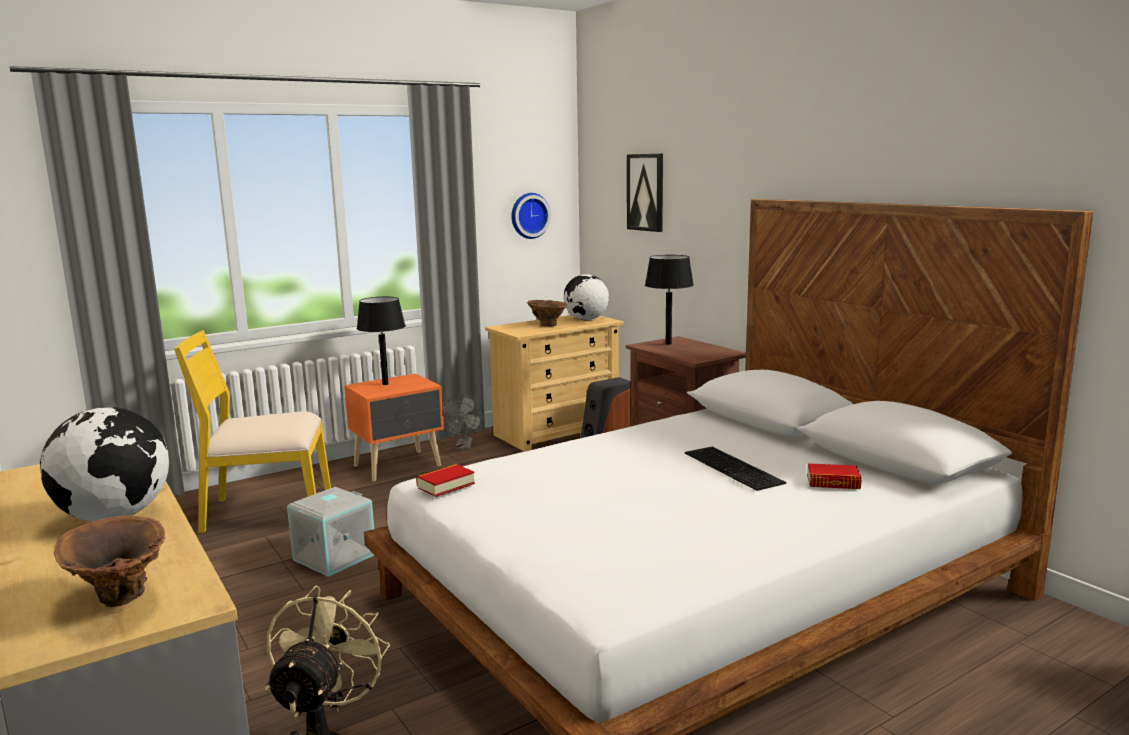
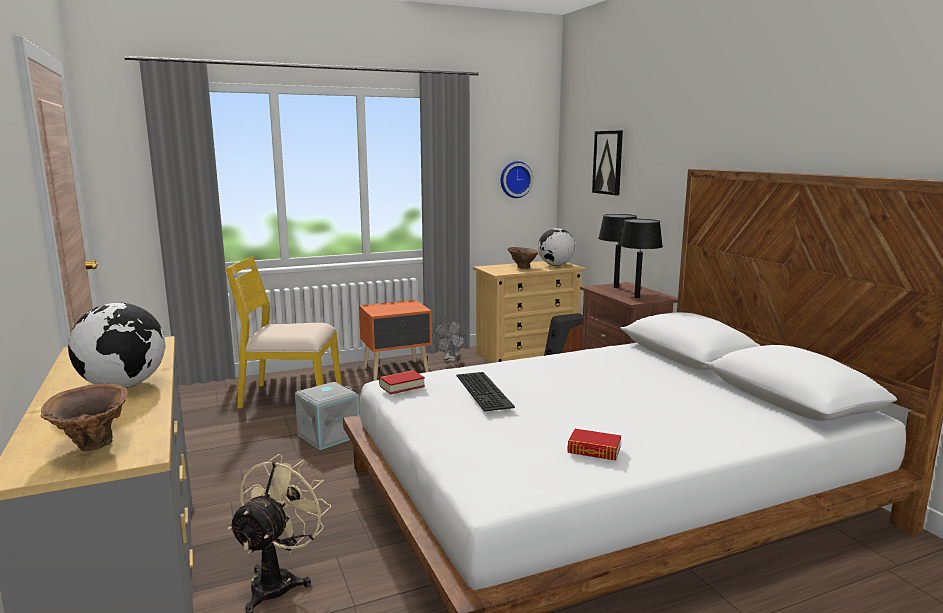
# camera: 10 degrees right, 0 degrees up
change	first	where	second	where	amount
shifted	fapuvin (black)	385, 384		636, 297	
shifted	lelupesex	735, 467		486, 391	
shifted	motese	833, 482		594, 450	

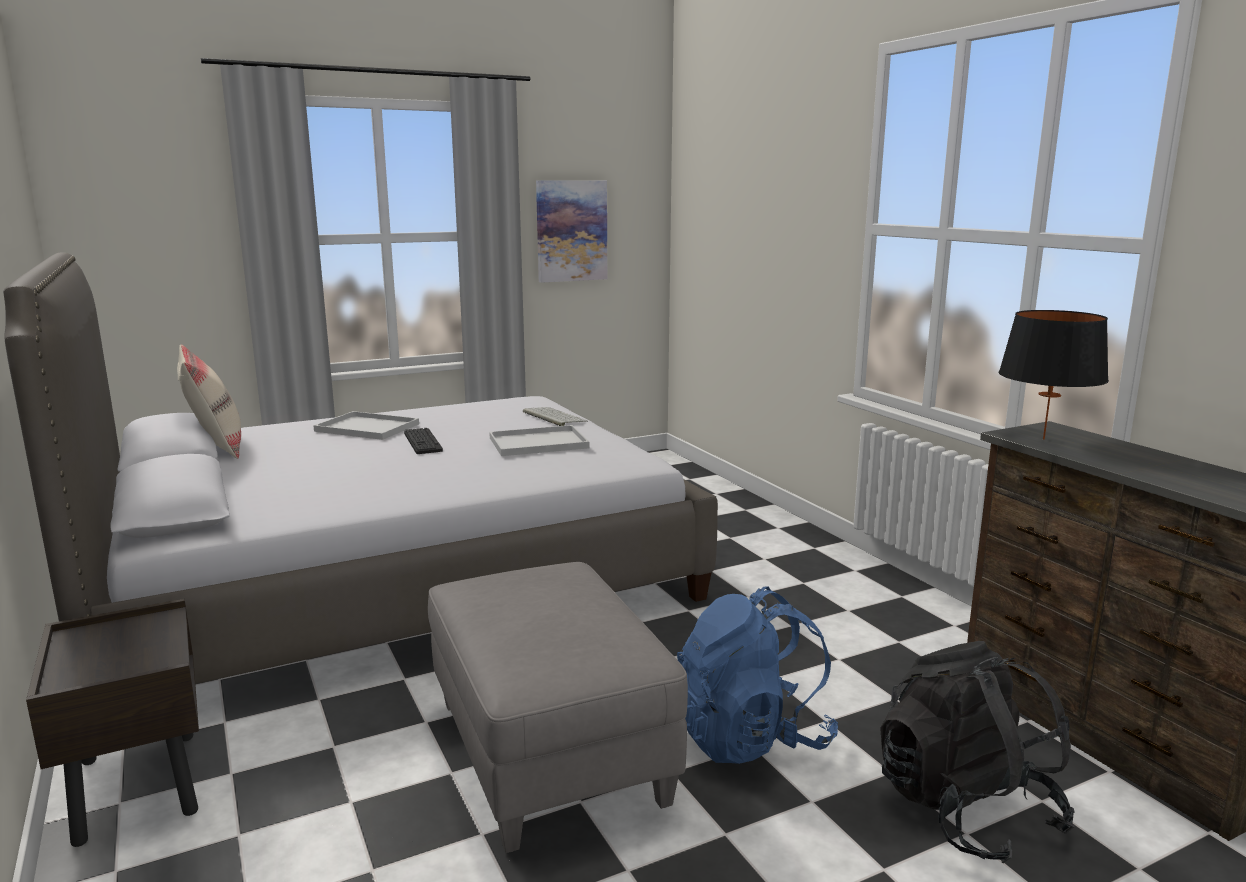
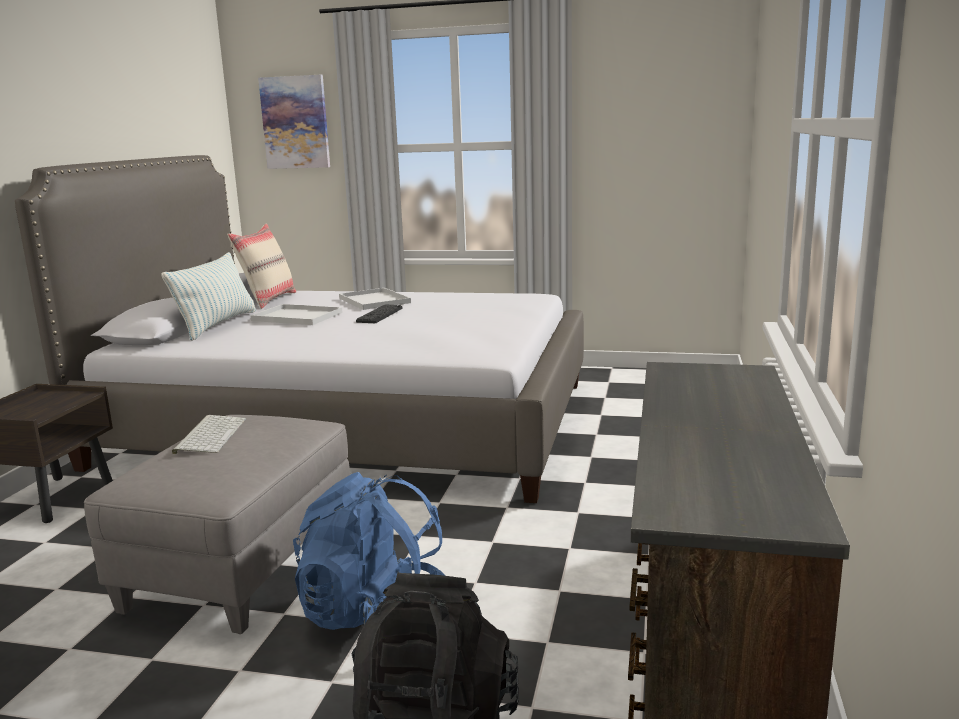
# camera: 40 degrees right, 0 degrees up
change	first	where	second	where	amount
gone	fapuvin (black)	1044, 439			
new			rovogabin	217, 325	
shifted	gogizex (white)	536, 443		295, 316	
shifted	lelupesex	553, 417		209, 435	
shifted	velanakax	571, 231		295, 122	

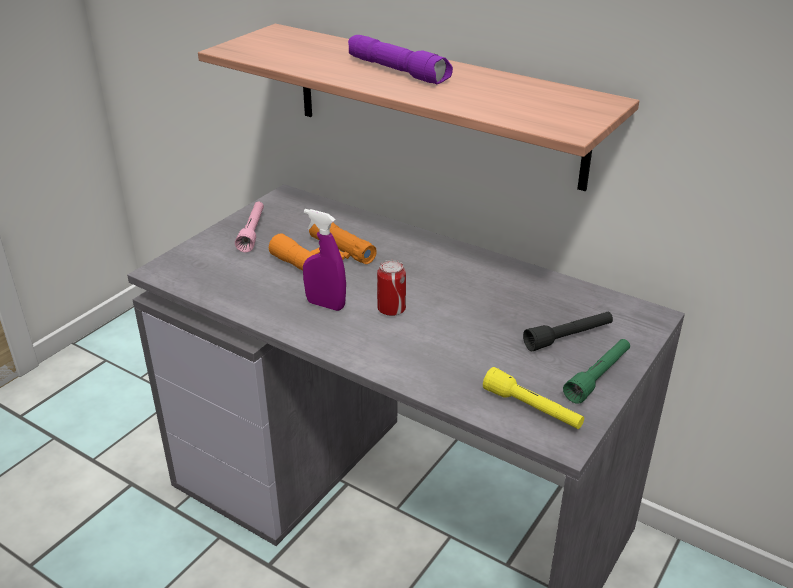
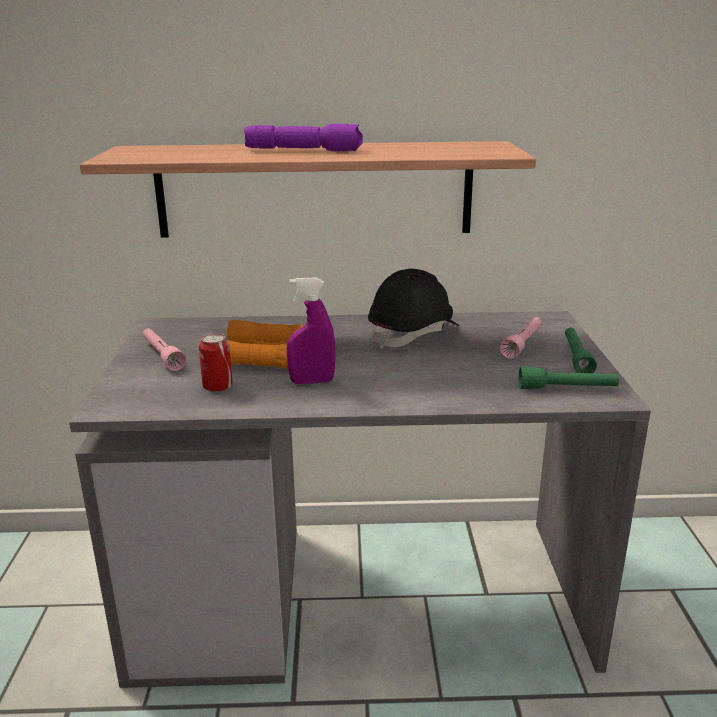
# camera: 35 degrees left, 10 degrees down
change	first	where	second	where	amount
new			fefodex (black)	414, 334	
shifted	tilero	391, 309		217, 387	
repainted	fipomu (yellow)	532, 409	fipomu (green)	567, 389	
repainted	fipomu (black)	568, 337	fipomu (pink)	523, 344	

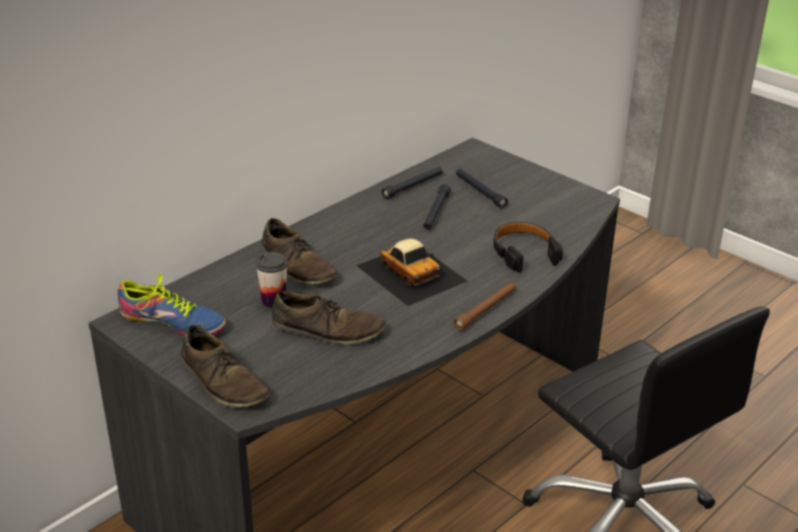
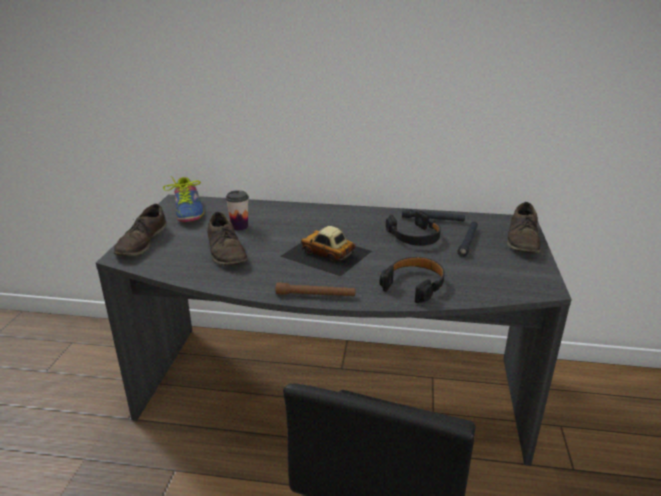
# camera: 55 degrees right, 5 degrees down
change	first	where	second	where	amount
shifted	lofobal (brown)	298, 266		523, 240	
swapped	fipomu (black)	436, 212	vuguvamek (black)	414, 236	
rotated	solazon	411, 272		326, 254	105 degrees clockwise

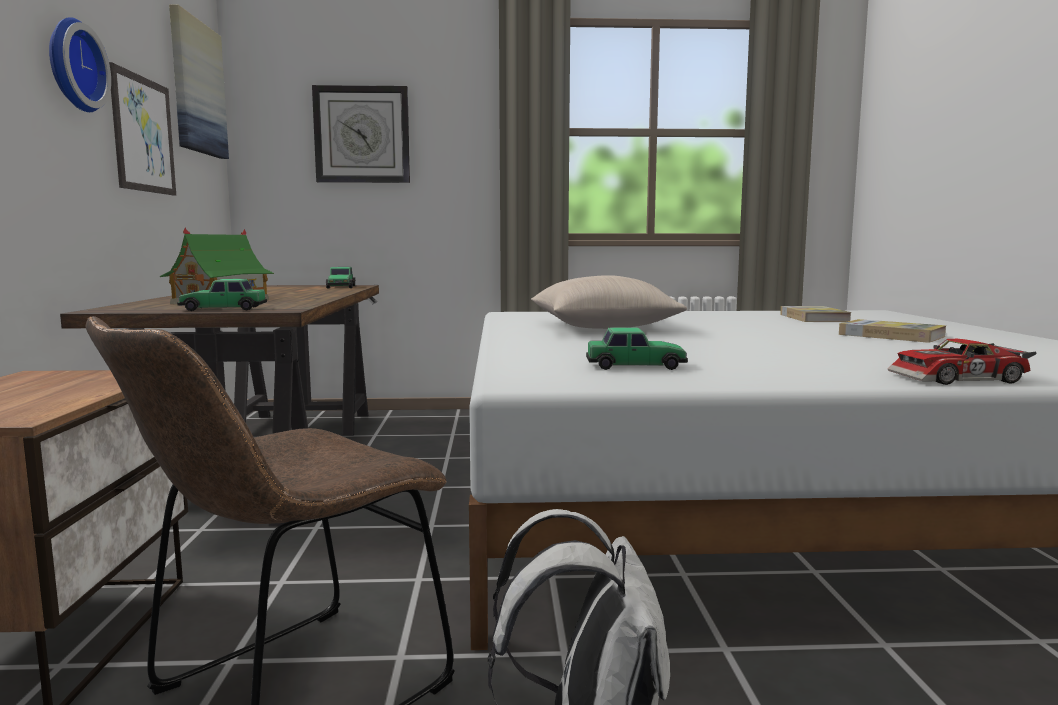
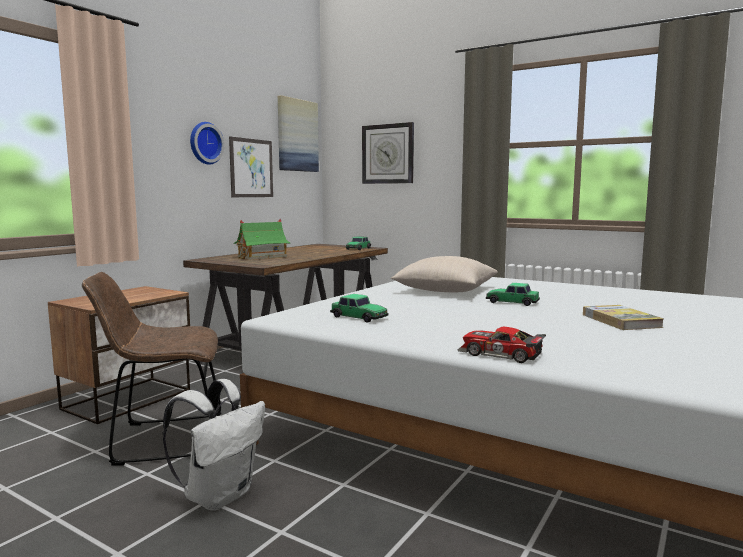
# camera: 35 degrees right, 0 degrees up
change	first	where	second	where	amount
gone	motese	813, 318			
shifted	solazon	223, 309		512, 302	

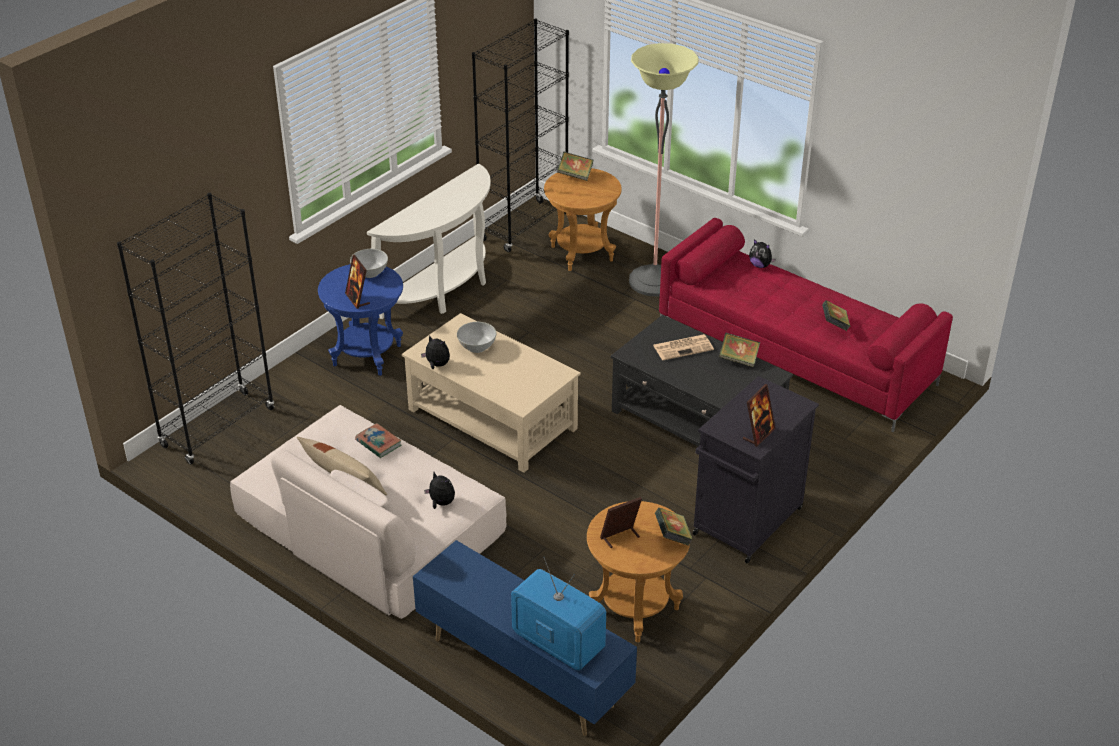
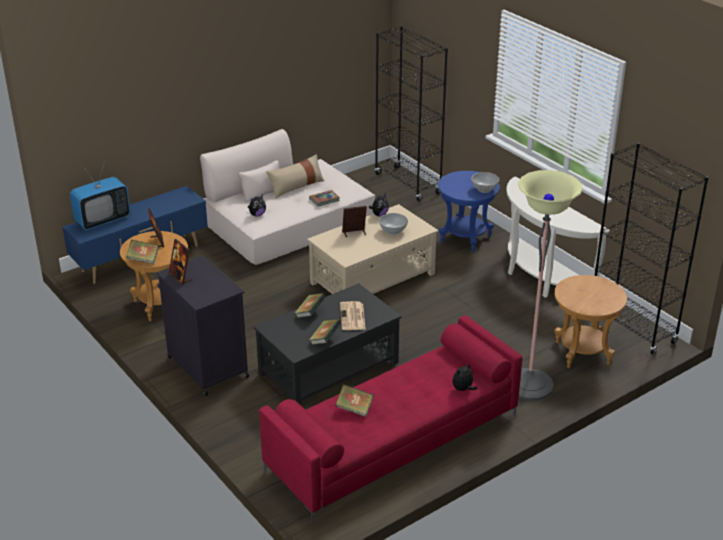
# camera: 105 degrees right, 5 degrees down
change	first	where	second	where	amount
shifted	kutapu	357, 299		354, 233	
shifted	motese	575, 175		310, 313	

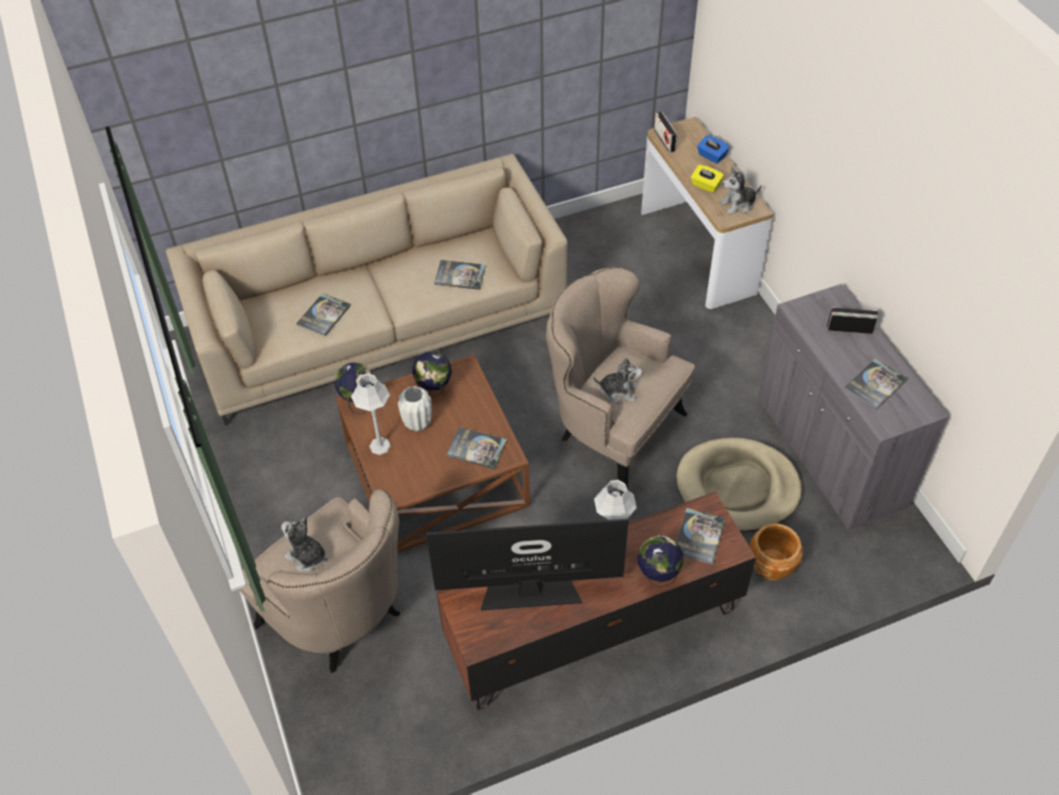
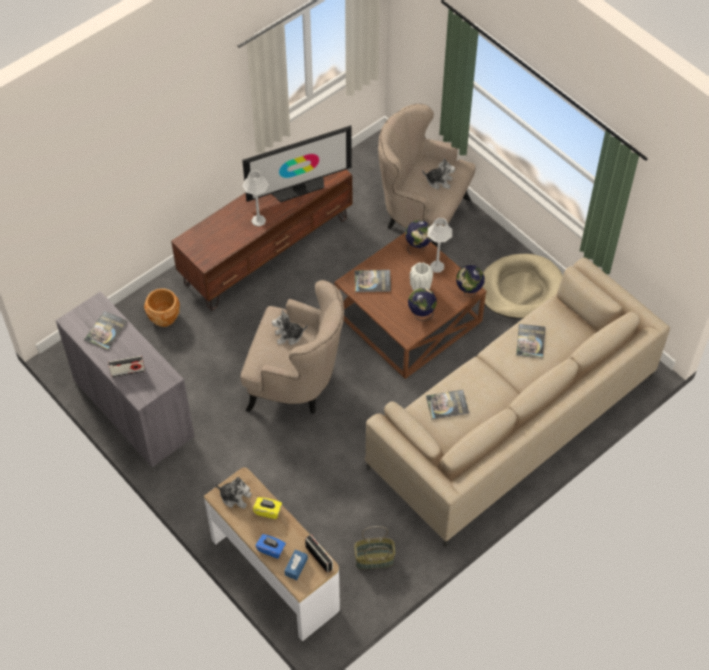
# camera: 160 degrees right, 5 degrees up
change	first	where	second	where	amount
gone	motese	699, 536			
new			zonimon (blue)	296, 567	
new			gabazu	374, 559	
shifted	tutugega	657, 576		418, 247	
shifted	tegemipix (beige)	737, 488		520, 289	
rotated	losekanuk	738, 205		235, 497	60 degrees clockwise

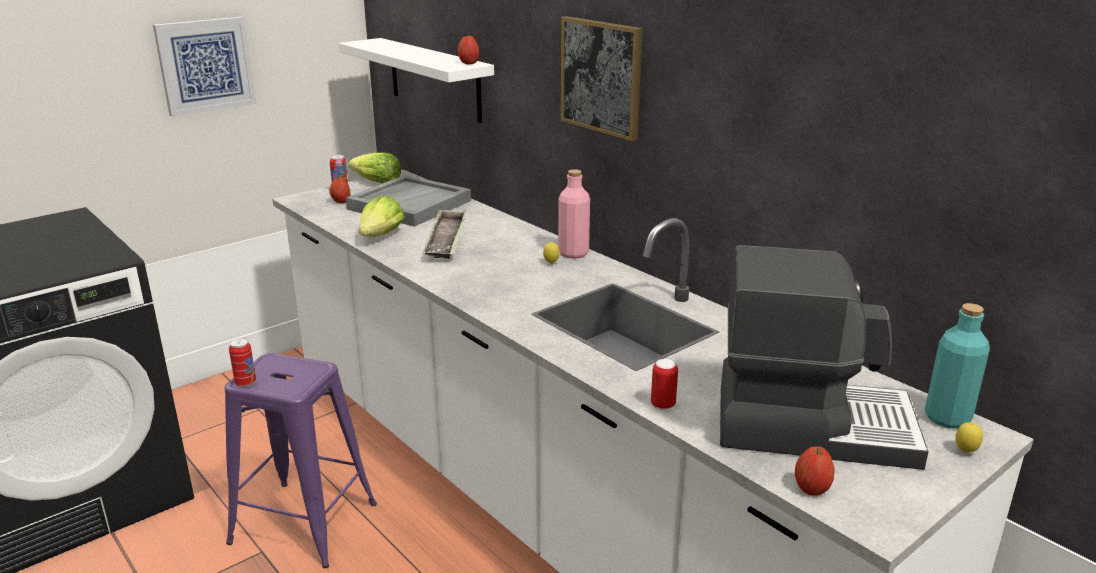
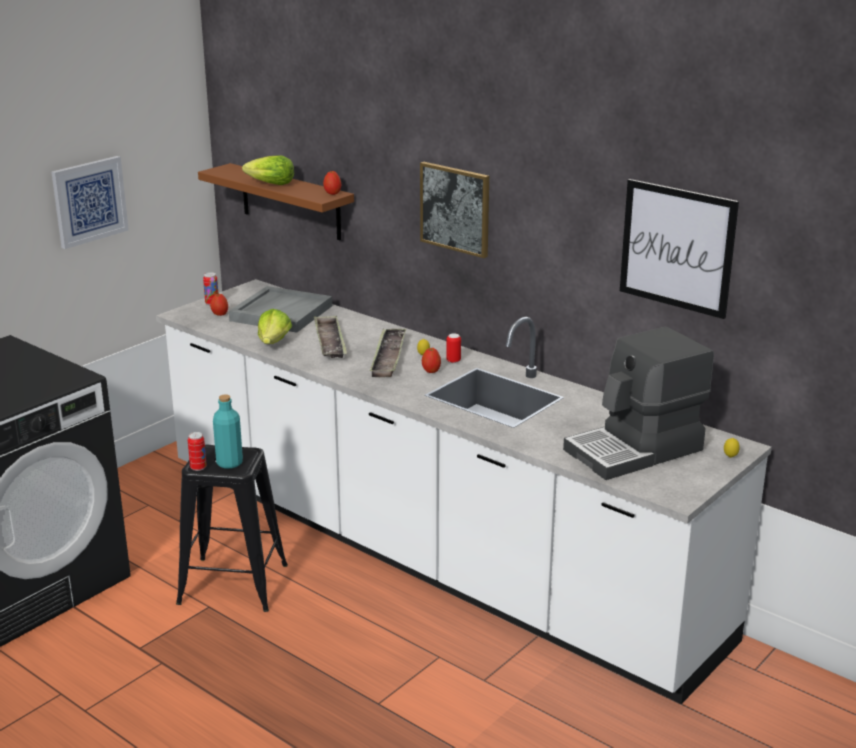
# camera: 10 degrees left, 0 degrees up
change	first	where	second	where	amount
gone	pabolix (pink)	573, 253			
new			gogizex	388, 357	
new			velanakax	677, 247	
shifted	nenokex	376, 182		270, 184	
shifted	tilero	663, 405		453, 361	
shifted	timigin	812, 488		431, 370	
shifted	pabolix (turquoise)	947, 418		229, 463	
repainted	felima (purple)	302, 523	felima (black)	232, 584	
repainted	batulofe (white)	434, 79	batulofe (brown)	290, 202	
rotated	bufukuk	812, 425		636, 450	150 degrees clockwise

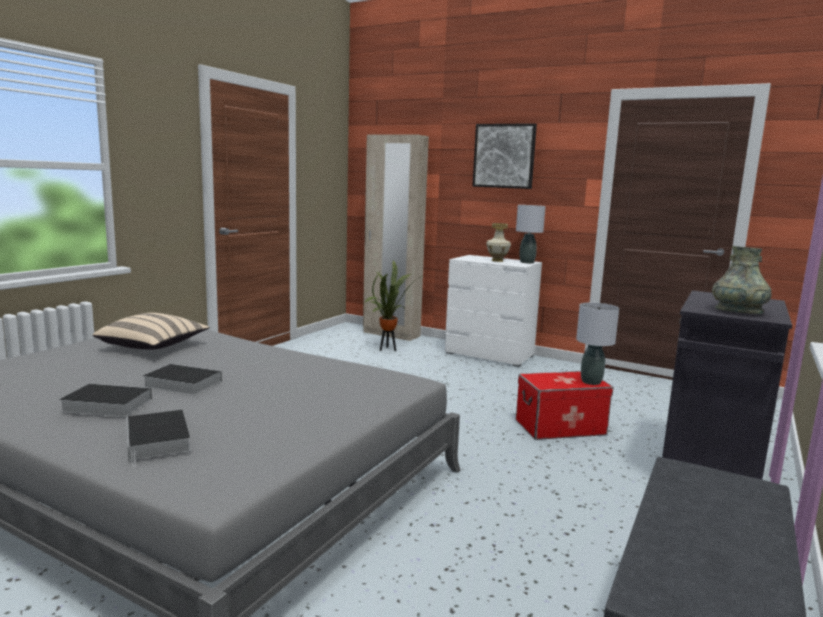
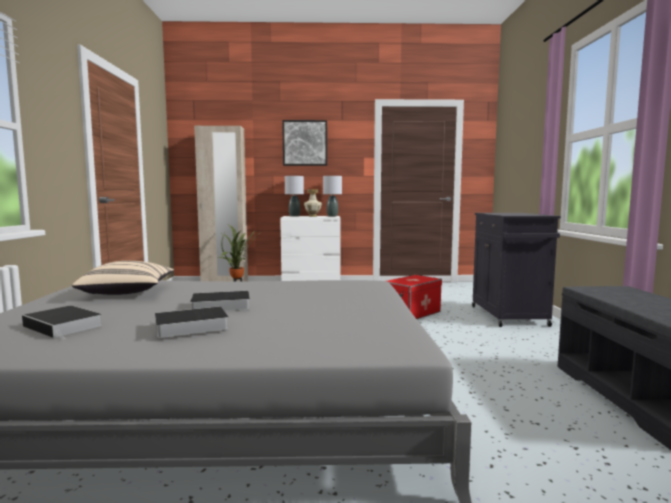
# camera: 30 degrees left, 5 degrees down
change	first	where	second	where	amount
gone	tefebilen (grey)	738, 311			
shifted	motese	158, 441		65, 326	
shifted	fapuvin (grey)	591, 381		294, 216	

